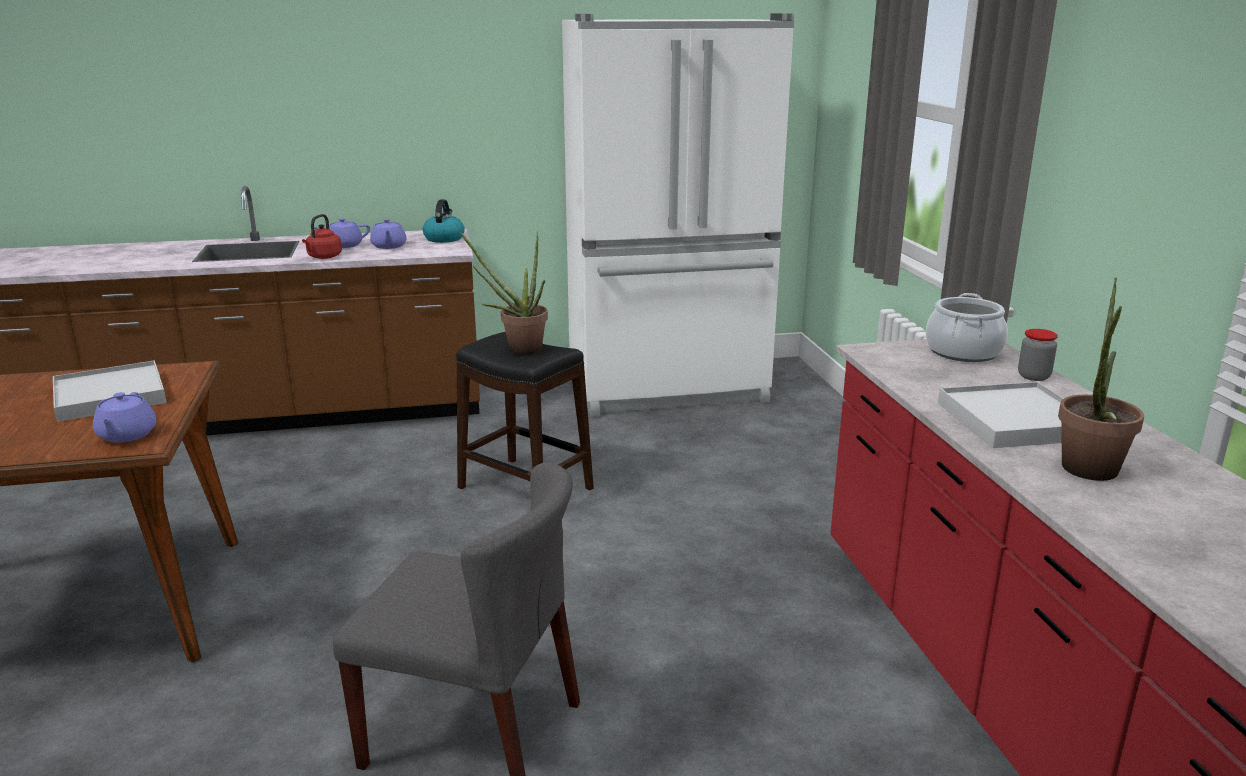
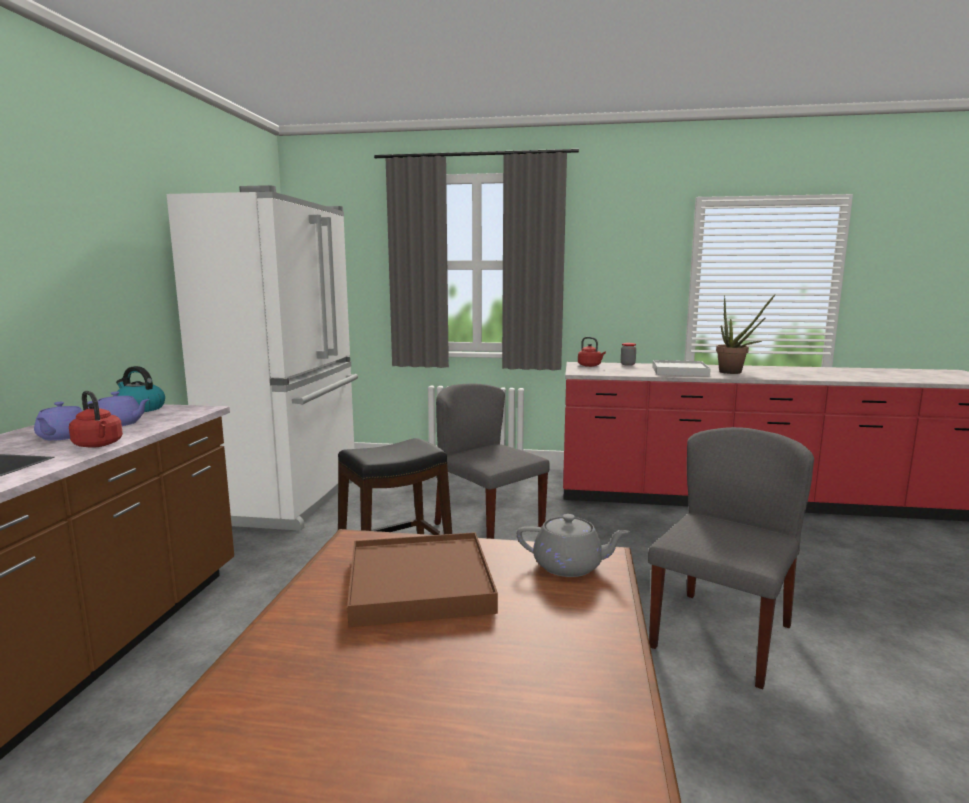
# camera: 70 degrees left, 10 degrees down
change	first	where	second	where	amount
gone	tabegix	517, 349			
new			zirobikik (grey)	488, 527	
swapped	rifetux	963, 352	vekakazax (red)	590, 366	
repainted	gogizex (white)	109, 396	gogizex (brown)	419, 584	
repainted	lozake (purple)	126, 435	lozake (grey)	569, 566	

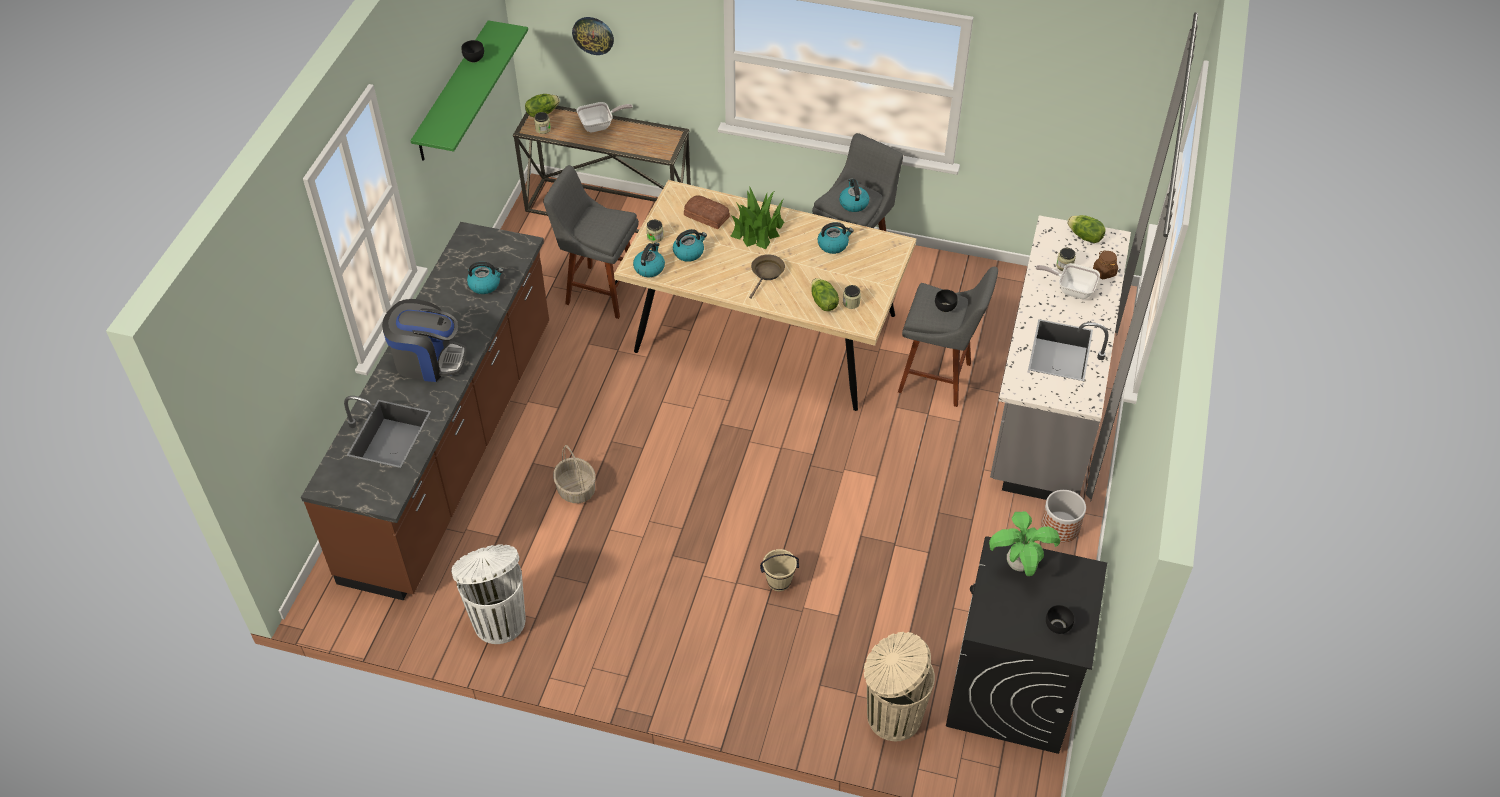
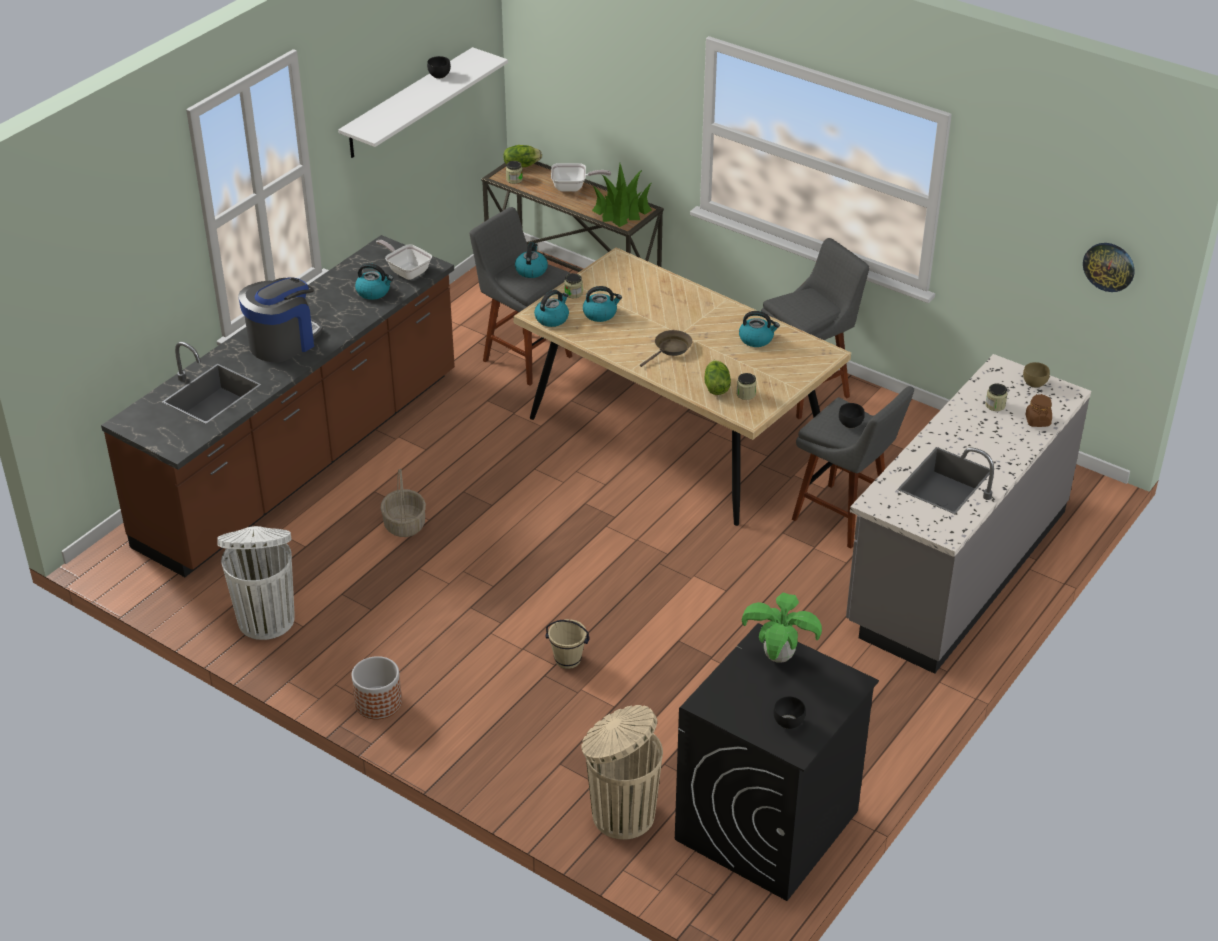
# camera: 20 degrees right, 10 degrees down
change	first	where	second	where	amount
gone	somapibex	706, 215			
shifted	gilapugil	593, 35		1109, 266	
shifted	tabegix	757, 230		621, 211	
shifted	vekakazax	853, 203		531, 270	
shifted	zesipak	1071, 289		406, 271	
shifted	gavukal	1059, 526		378, 703	
swapped	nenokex	1085, 237	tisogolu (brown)	1034, 384	
repainted	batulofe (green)	453, 92	batulofe (white)	408, 103	
rotated	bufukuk	428, 360		283, 342	75 degrees counterclockwise

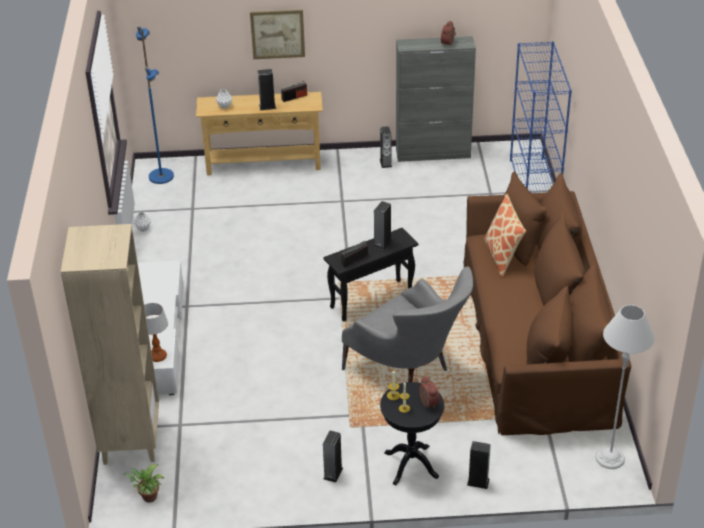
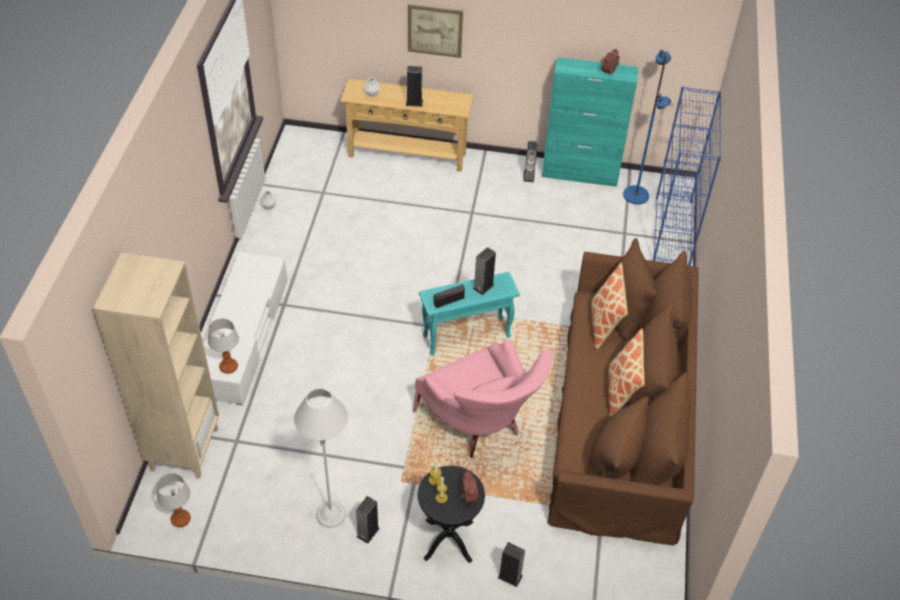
# camera: 10 degrees right, 10 degrees up
change	first	where	second	where	amount
gone	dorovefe	294, 97			
new			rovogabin	621, 392	
shifted	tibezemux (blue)	161, 176		636, 195	
shifted	tibezemux (grey)	610, 458		331, 514	
swapped	tabegix	148, 498	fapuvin	180, 519	
repainted	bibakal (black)	371, 301	bibakal (turquoise)	466, 336	
repainted	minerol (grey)	410, 371	minerol (pink)	481, 428	
repainted	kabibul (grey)	433, 153	kabibul (turquoise)	580, 174	

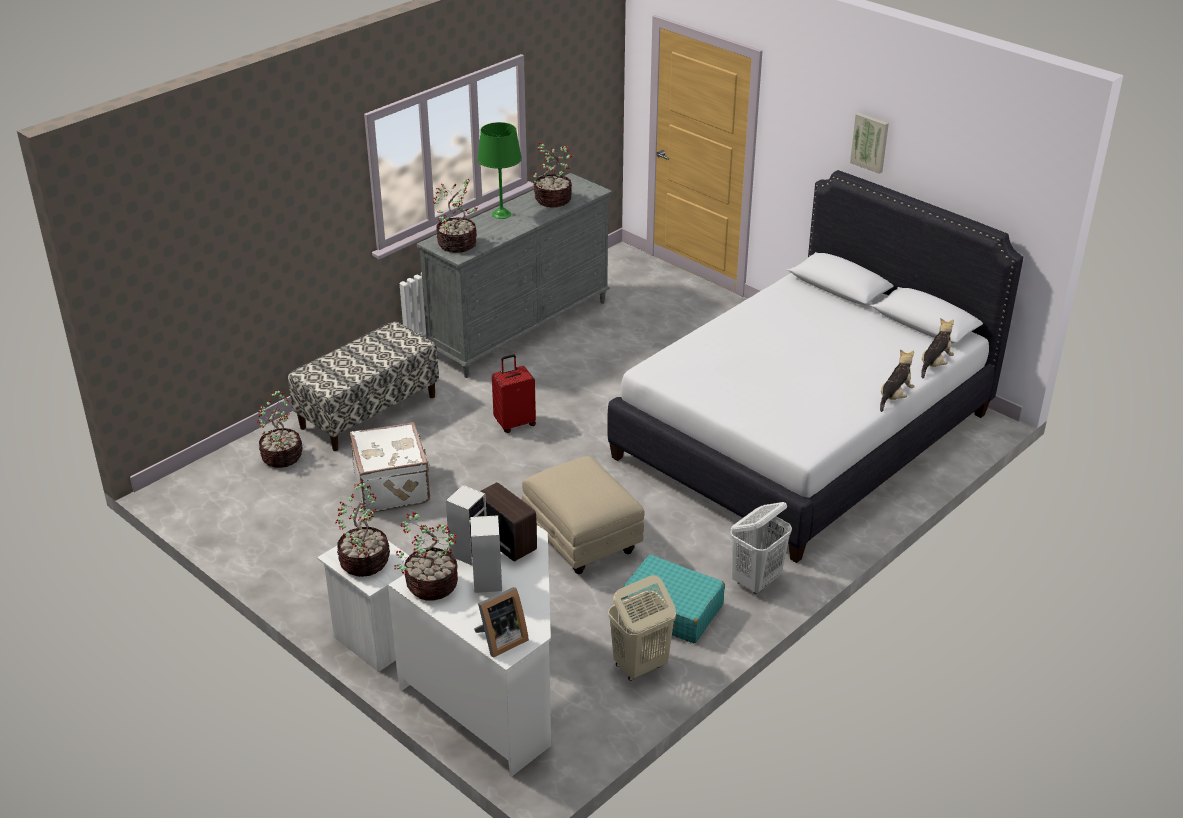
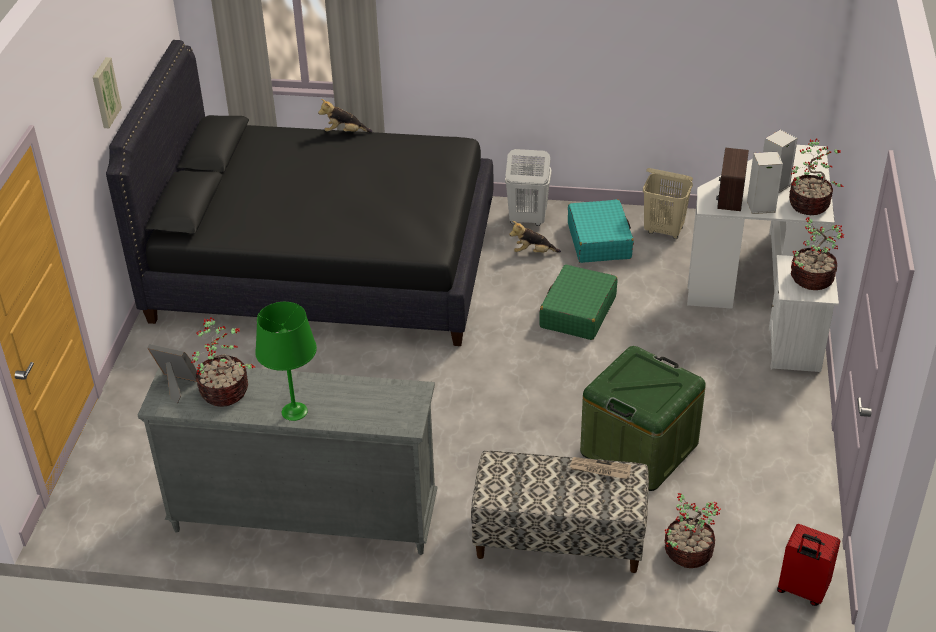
# camera: 125 degrees left, 5 degrees up
change	first	where	second	where	amount
gone	tabegix	458, 244			
new			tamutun	600, 469	
shifted	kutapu	500, 640		176, 386	
shifted	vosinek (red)	514, 423		801, 591	
shifted	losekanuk	935, 364		533, 252	
swapped	vosinek (white)	393, 487	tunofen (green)	639, 448	
swapped	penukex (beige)	581, 539	vosinek (green)	577, 312	
repainted	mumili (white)	802, 434	mumili (black)	324, 265	

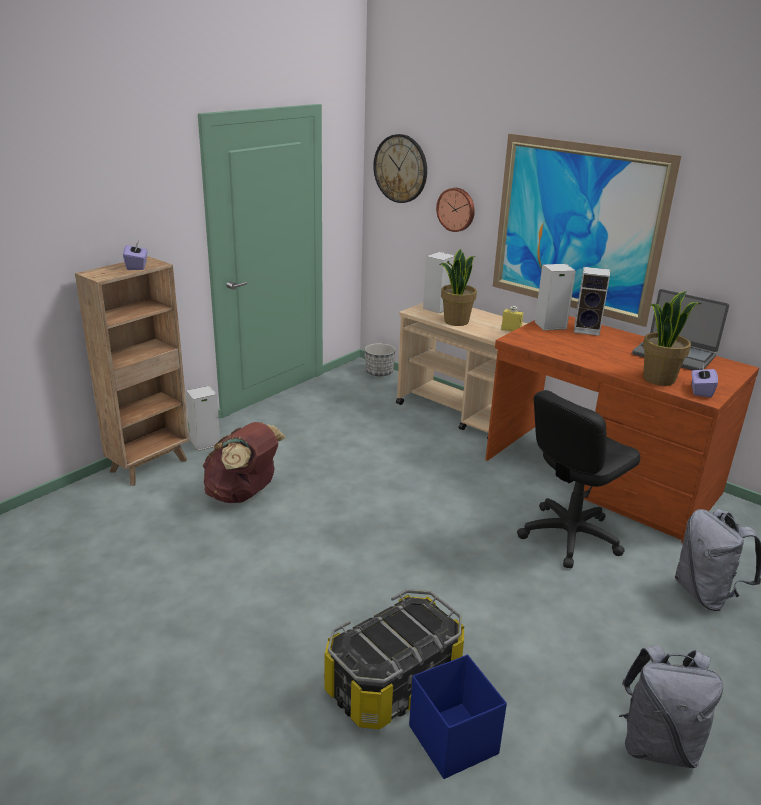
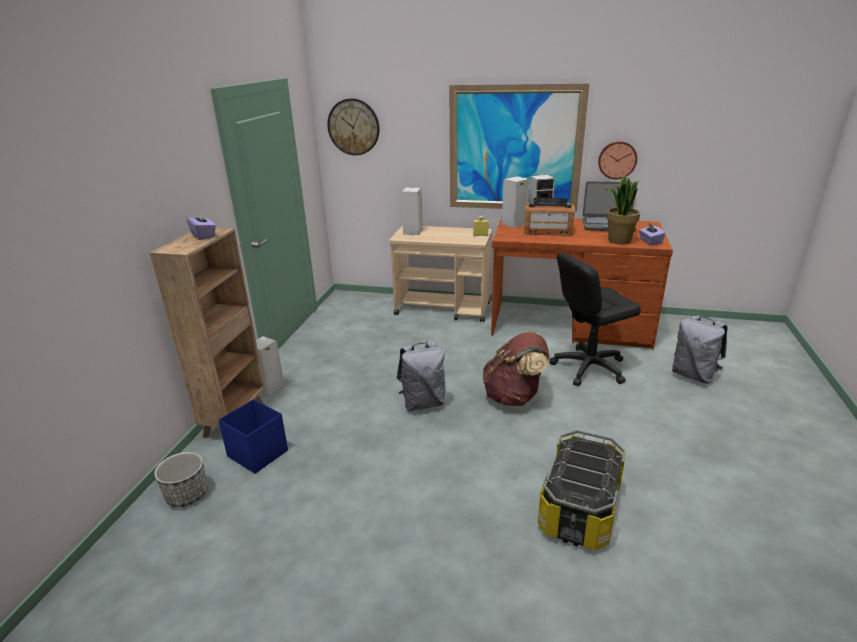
# camera: 25 degrees left, 0 degrees up
change	first	where	second	where	amount
gone	tabegix	456, 321			
new			dorovefe	547, 231	
shifted	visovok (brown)	243, 494		514, 397	
shifted	gavukal	379, 372		187, 495	
shifted	tunofen (blue)	453, 739		257, 453	
shifted	gilapugil	456, 209		617, 160	
shifted	visovok (grey)	657, 745		423, 403	
rotated	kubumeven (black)	569, 536		588, 367	45 degrees clockwise

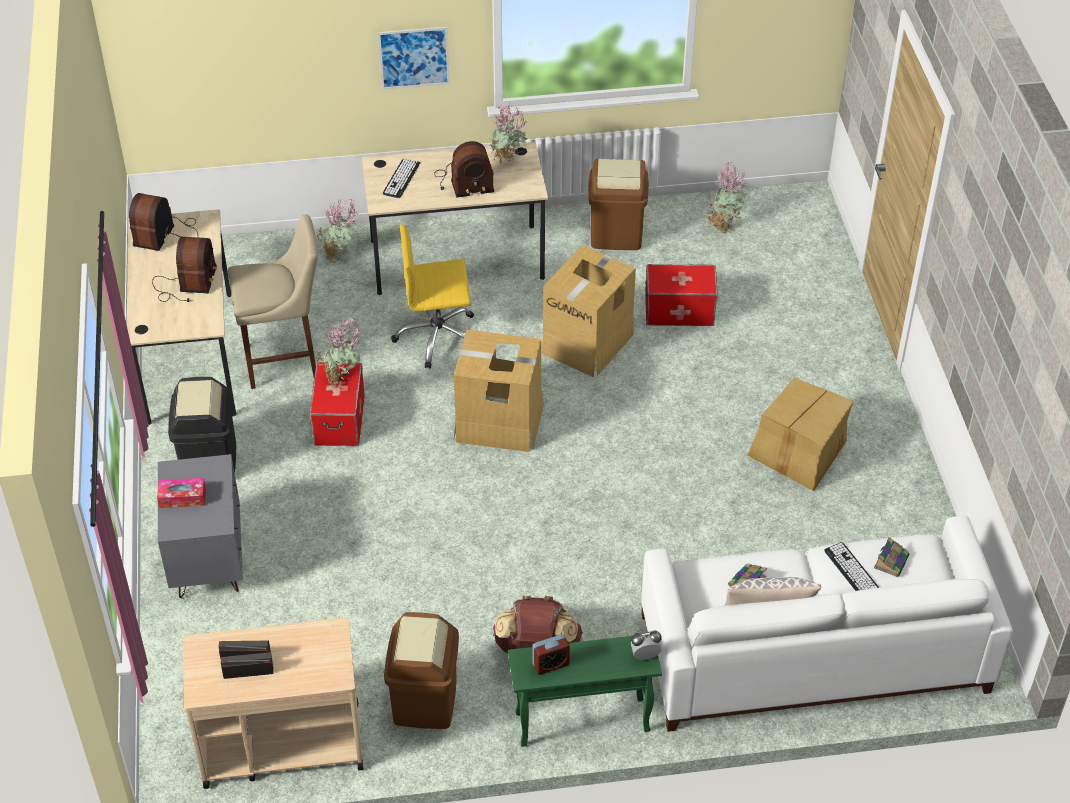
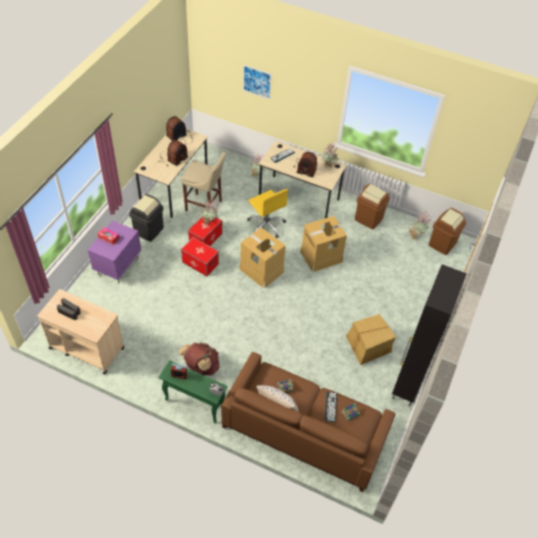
# camera: 30 degrees right, 5 degrees up
change	first	where	second	where	amount
new			kabibul (black)	407, 385	
shifted	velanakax	414, 57		257, 82	
shifted	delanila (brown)	424, 701		442, 243	
shifted	tunofen	679, 311		200, 263	
repainted	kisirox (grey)	208, 561	kisirox (purple)	118, 267	
repainted	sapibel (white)	812, 651	sapibel (brown)	304, 430	
rotated	kubumeven (yellow)	437, 337		266, 225	150 degrees counterclockwise

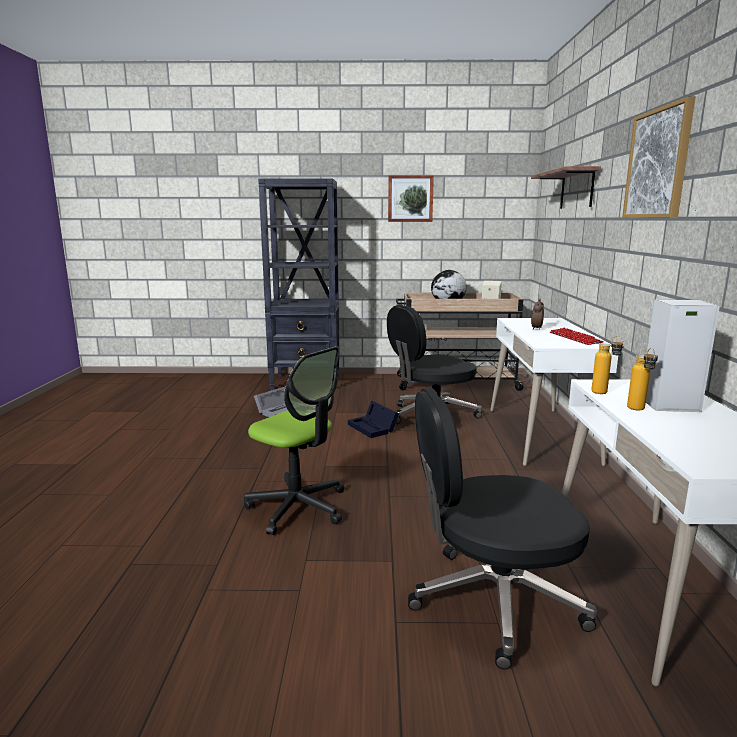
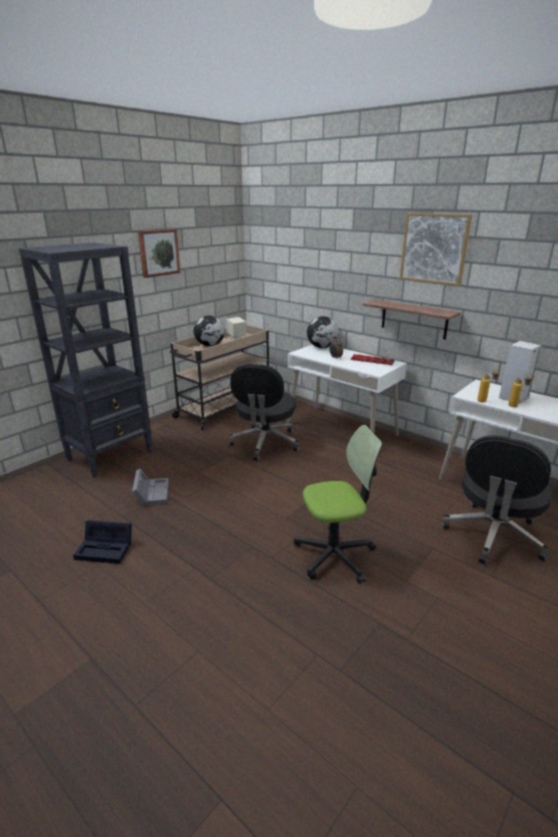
# camera: 50 degrees left, 10 degrees up
change	first	where	second	where	amount
new			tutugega	321, 347	
shifted	tunofen (black)	374, 428		106, 549	
shifted	batulofe	576, 189		414, 319	

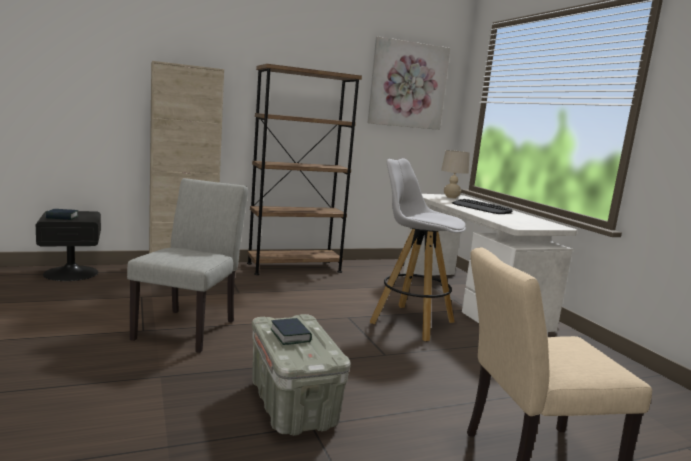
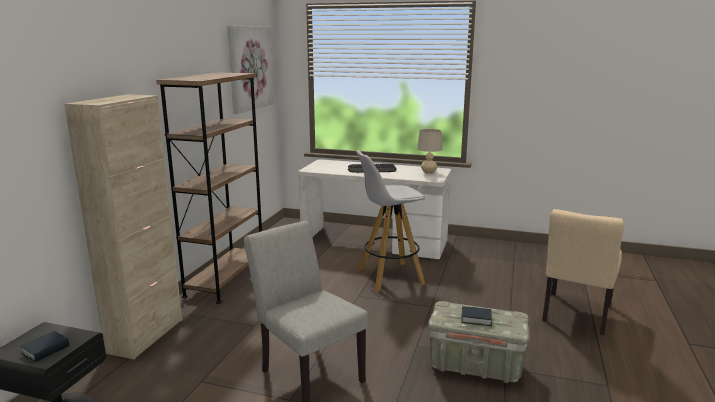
# camera: 50 degrees left, 5 degrees up
change	first	where	second	where	amount
shifted	fapuvin (beige)	451, 197		428, 172	

